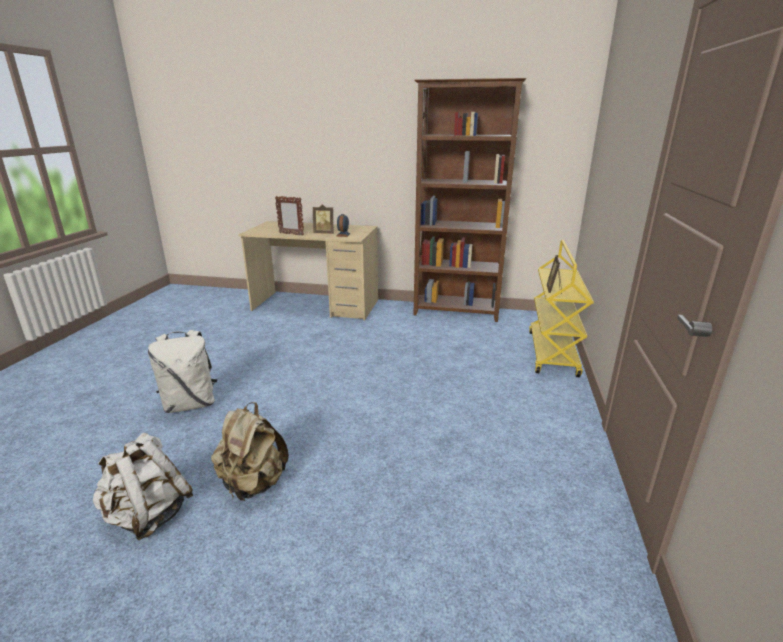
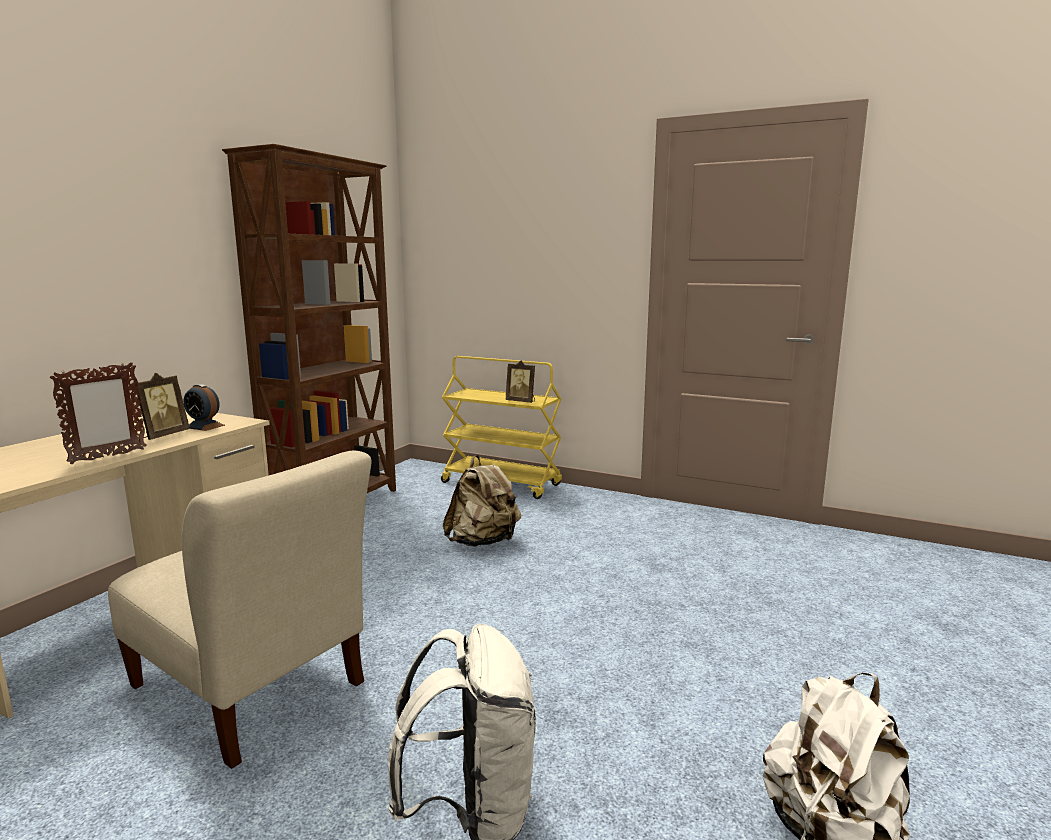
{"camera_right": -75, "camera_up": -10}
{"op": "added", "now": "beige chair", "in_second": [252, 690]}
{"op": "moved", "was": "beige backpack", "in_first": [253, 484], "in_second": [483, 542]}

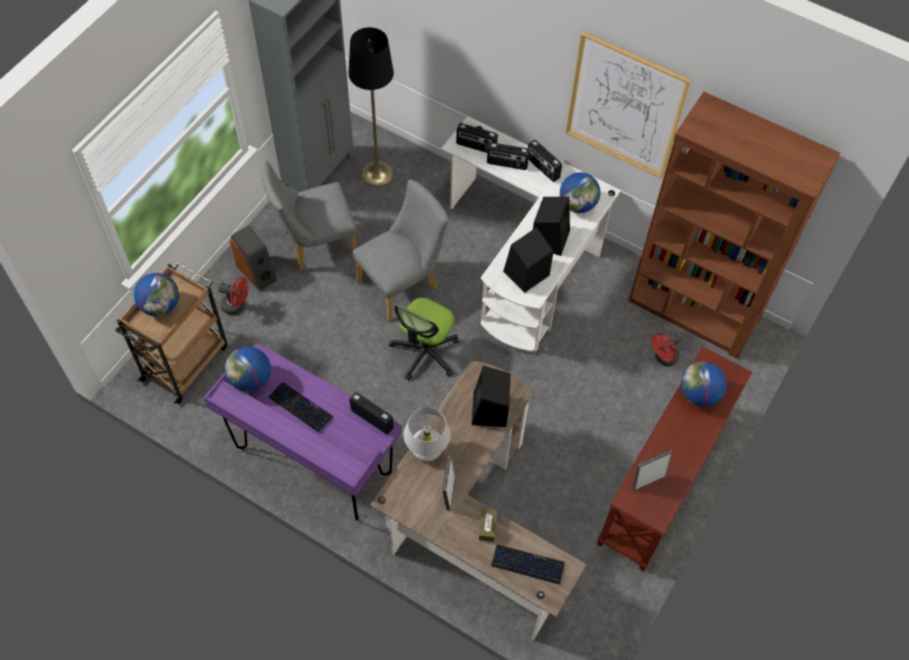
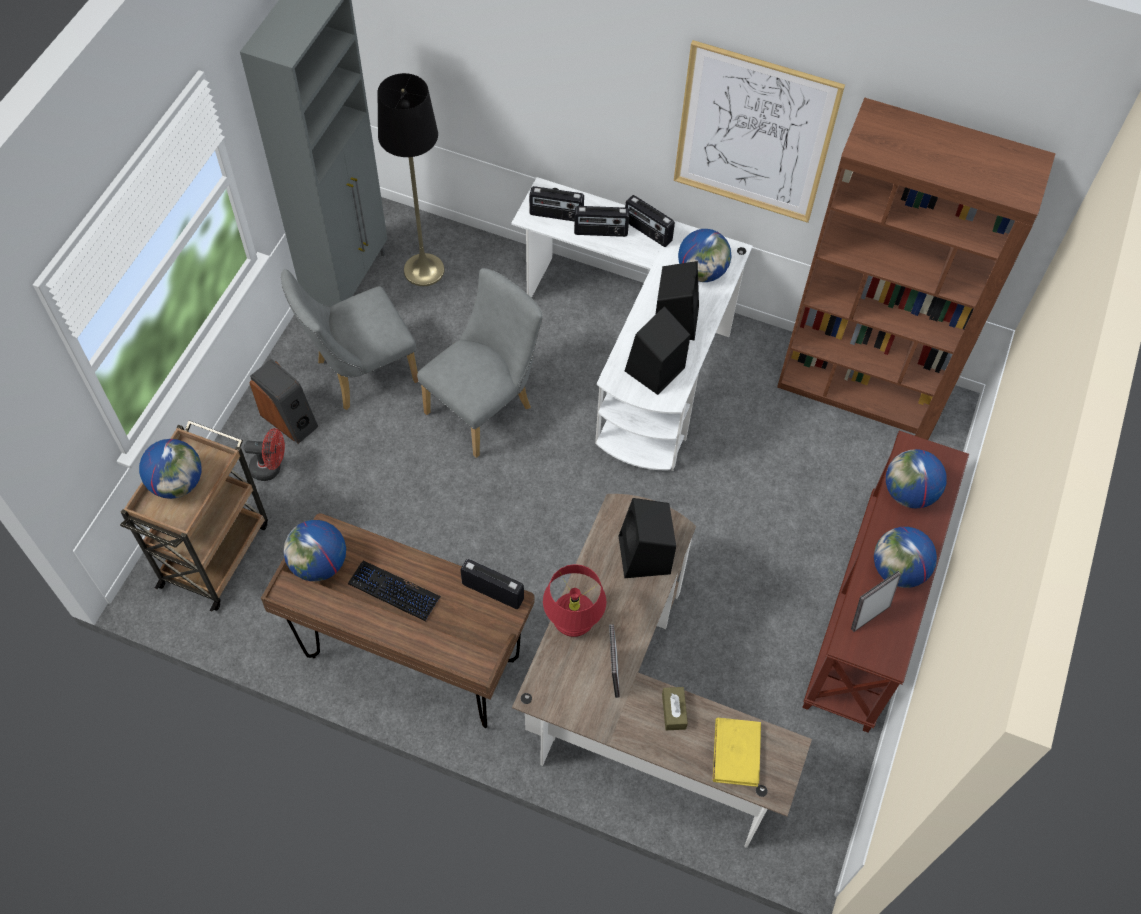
{"camera_right": -10, "camera_up": 0}
{"op": "removed", "was": "office chair", "in_first": [425, 353]}
{"op": "removed", "was": "red fan", "in_first": [663, 358]}
{"op": "added", "now": "globe", "in_second": [898, 570]}
{"op": "replaced", "was": "keyboard", "now": "yellow book", "in_first": [527, 564], "in_second": [736, 752]}
{"op": "recoloured", "was": "purple desk", "now": "brown desk", "in_first": [313, 462], "in_second": [412, 660]}
{"op": "recoloured", "was": "white table lamp", "now": "red table lamp", "in_first": [427, 451], "in_second": [573, 622]}

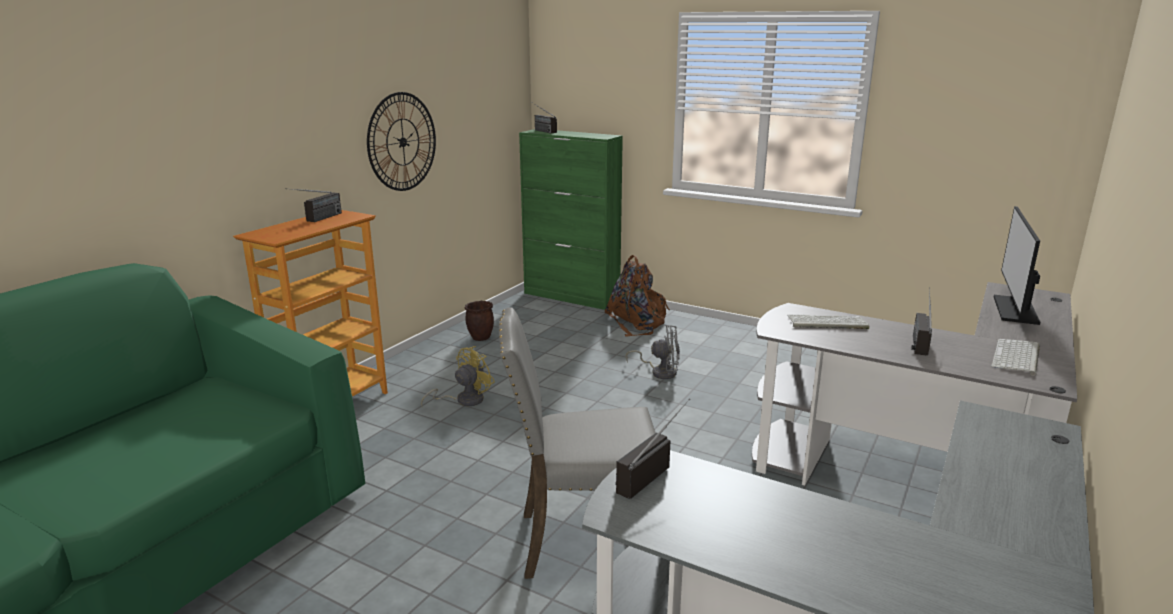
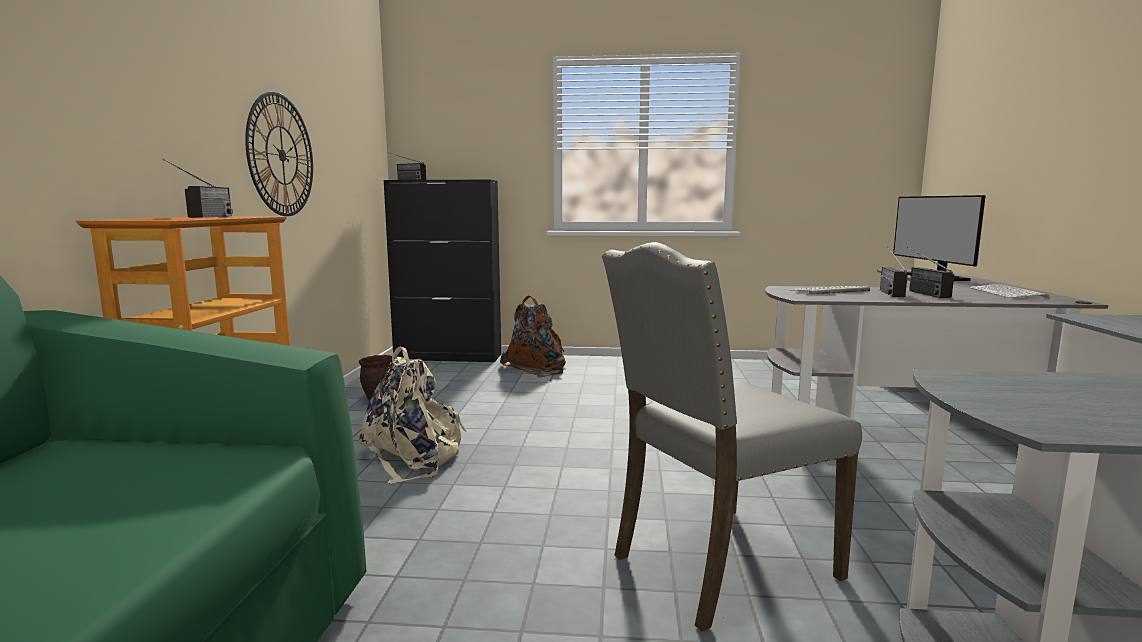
{"camera_right": -25, "camera_up": -10}
{"op": "removed", "was": "grey fan", "in_first": [660, 372]}
{"op": "moved", "was": "radio", "in_first": [652, 471], "in_second": [886, 291]}
{"op": "replaced", "was": "yellow fan", "now": "beige backpack", "in_first": [464, 400], "in_second": [414, 456]}
{"op": "recoloured", "was": "green cabinet", "now": "black cabinet", "in_first": [571, 297], "in_second": [448, 357]}

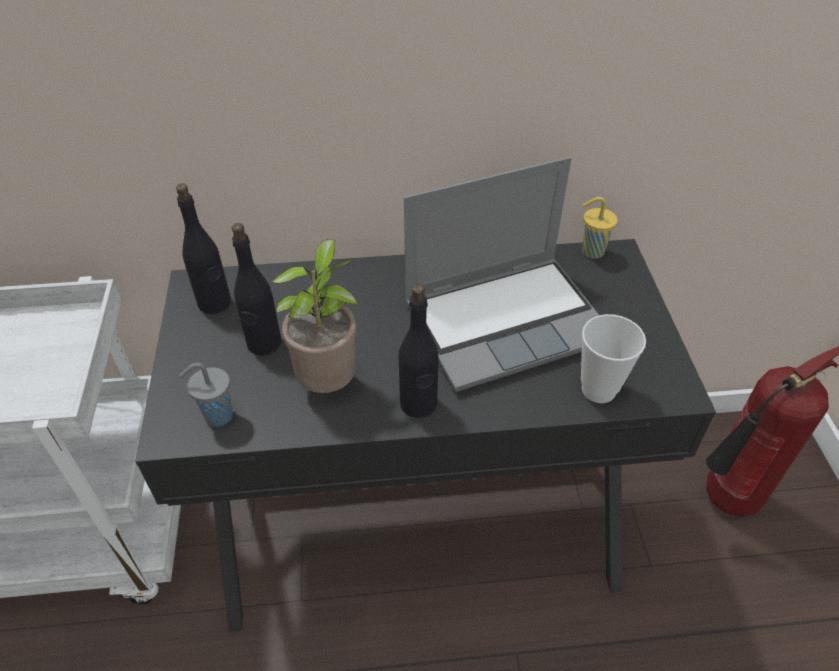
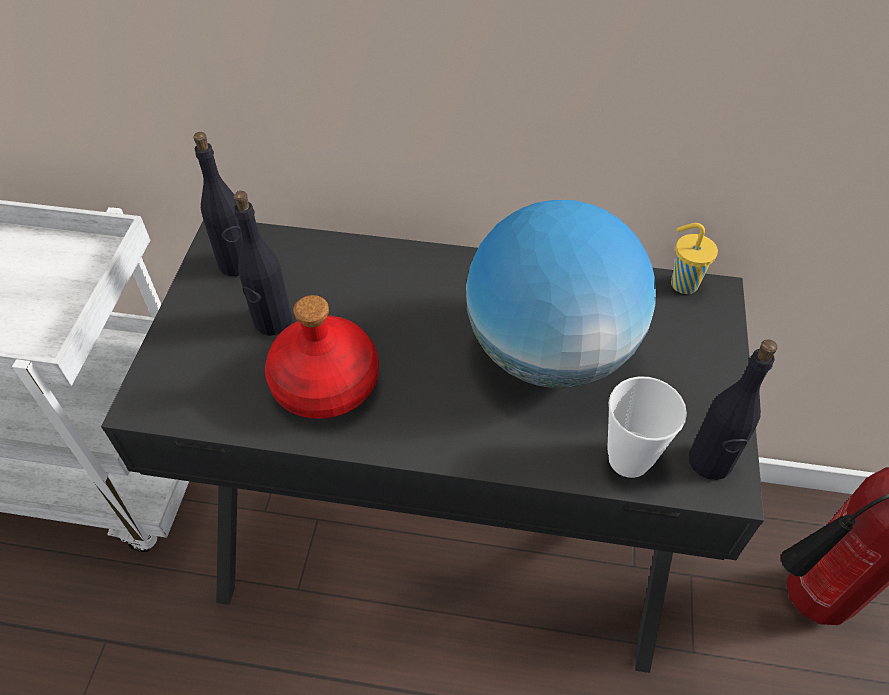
{"camera_right": 15, "camera_up": 5}
{"op": "removed", "was": "grey cup", "in_first": [217, 416]}
{"op": "moved", "was": "black bottle", "in_first": [418, 404], "in_second": [710, 462]}
{"op": "replaced", "was": "potted plant", "now": "red bottle", "in_first": [330, 383], "in_second": [327, 383]}
{"op": "replaced", "was": "laptop", "now": "globe", "in_first": [507, 321], "in_second": [550, 351]}

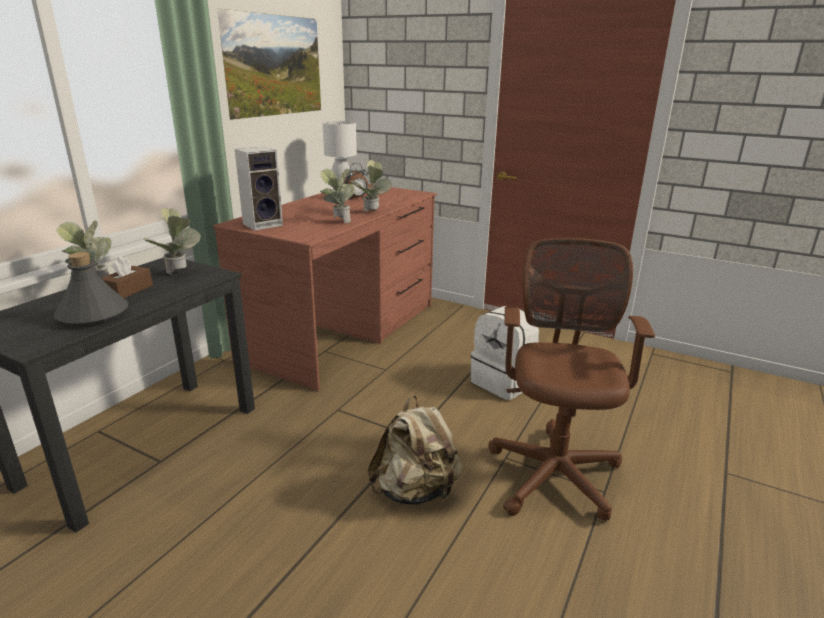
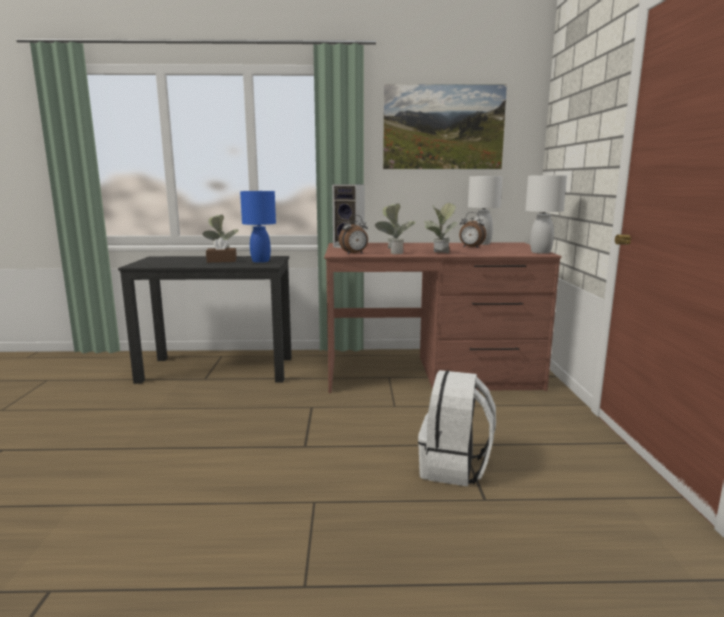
{"camera_right": 60, "camera_up": -10}
{"op": "removed", "was": "grey bottle", "in_first": [93, 316]}
{"op": "removed", "was": "beige backpack", "in_first": [415, 491]}
{"op": "removed", "was": "brown office chair", "in_first": [554, 470]}
{"op": "added", "now": "alarm clock", "in_second": [354, 254]}
{"op": "added", "now": "white table lamp", "in_second": [540, 252]}
{"op": "replaced", "was": "potted plant", "now": "blue table lamp", "in_first": [180, 273], "in_second": [261, 261]}

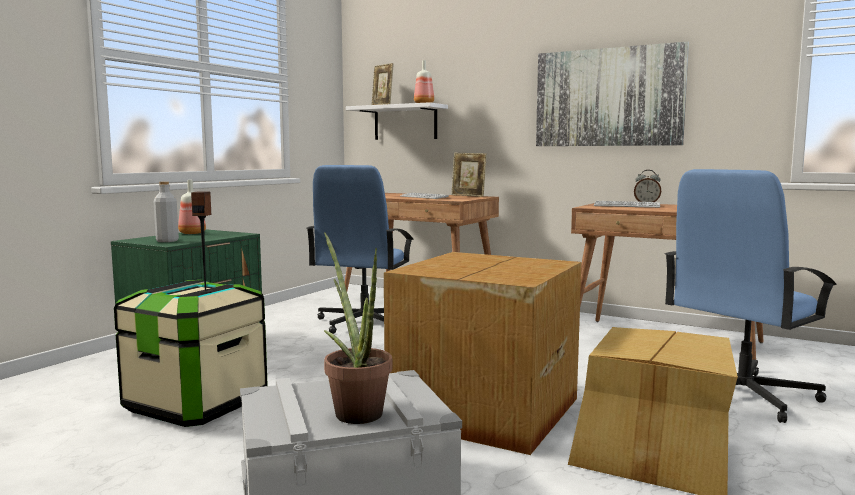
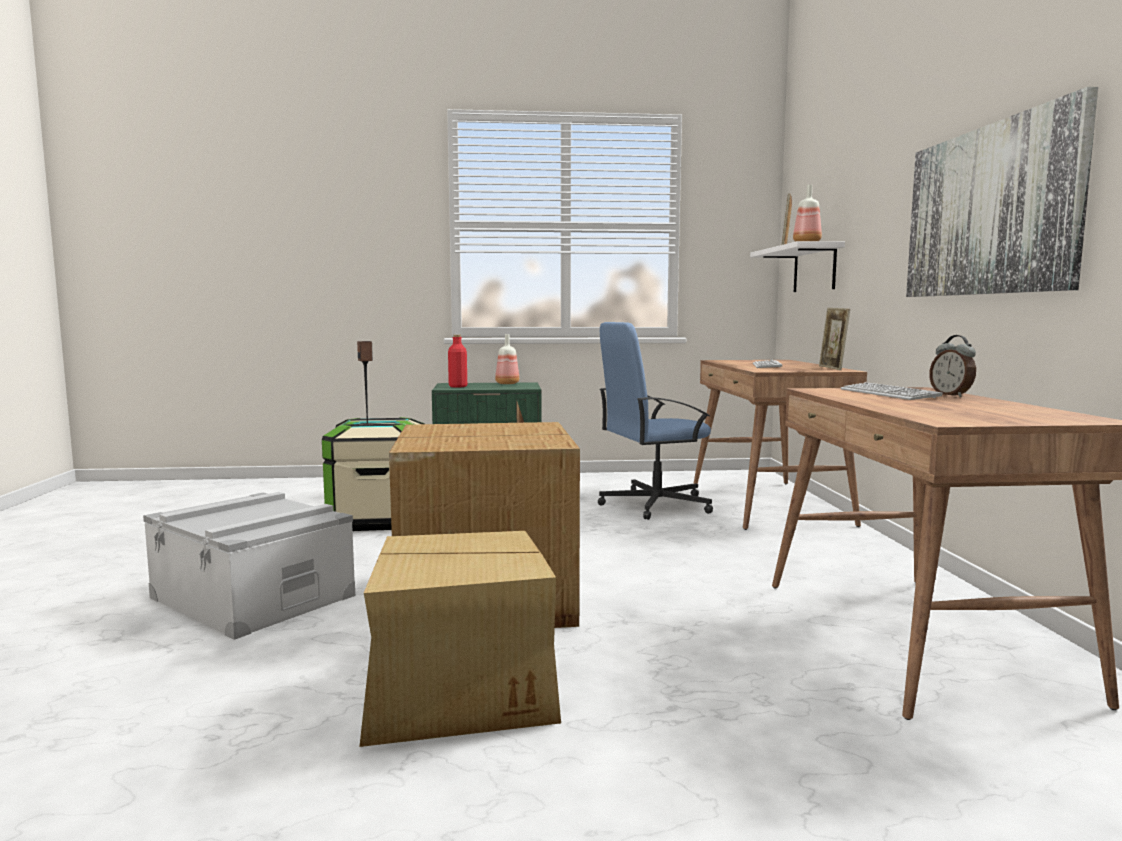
{"camera_right": 55, "camera_up": 0}
{"op": "removed", "was": "potted plant", "in_first": [354, 410]}
{"op": "removed", "was": "blue office chair", "in_first": [740, 394]}
{"op": "recoloured", "was": "grey bottle", "now": "red bottle", "in_first": [167, 241], "in_second": [458, 386]}

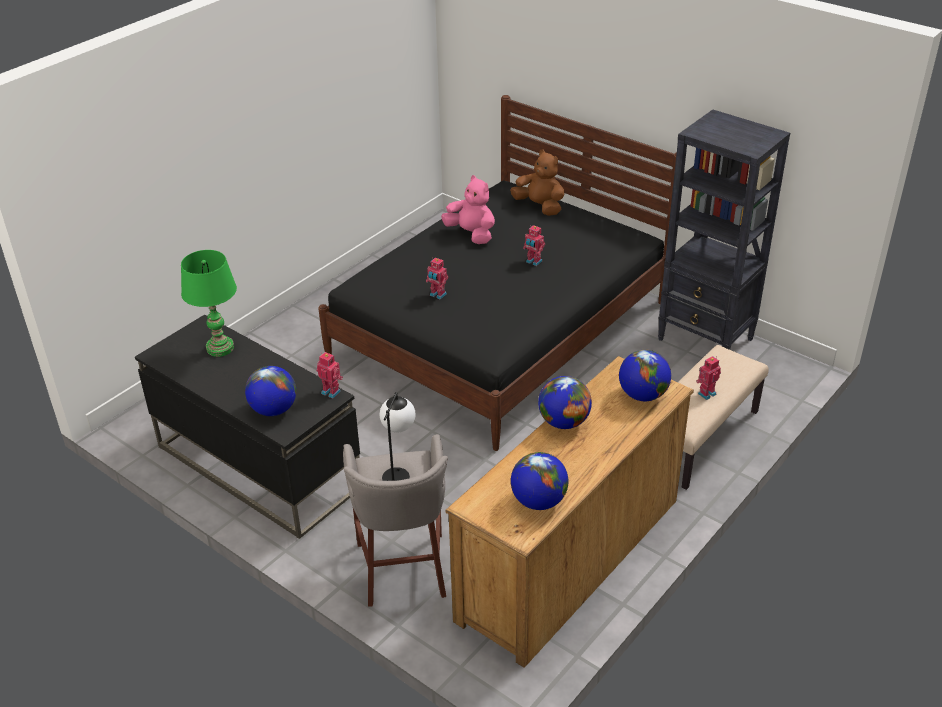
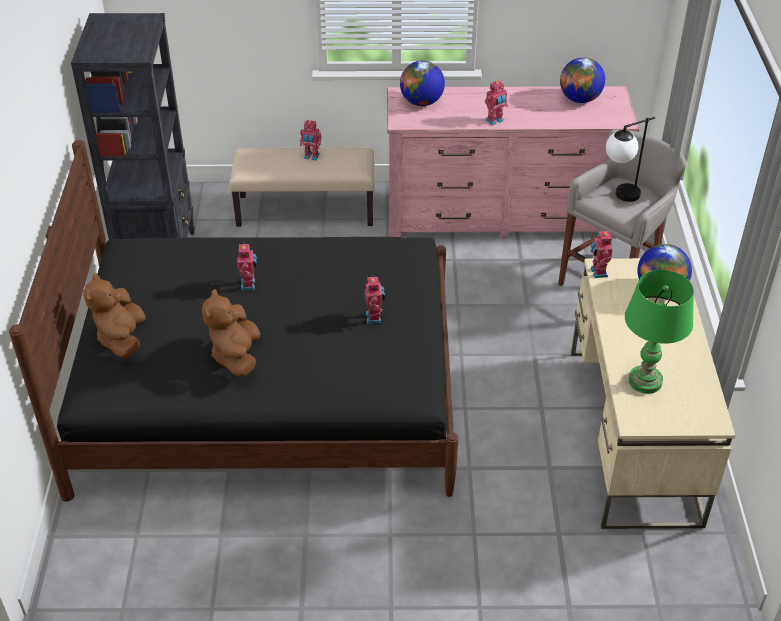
{"camera_right": -130, "camera_up": 5}
{"op": "replaced", "was": "globe", "now": "toy robot", "in_first": [564, 422], "in_second": [495, 121]}
{"op": "recoloured", "was": "black desk", "now": "beige desk", "in_first": [257, 467], "in_second": [633, 435]}
{"op": "recoloured", "was": "pink plush toy", "now": "brown plush toy", "in_first": [471, 234], "in_second": [236, 356]}
{"op": "recoloured", "was": "brown dresser", "now": "pink dresser", "in_first": [570, 558], "in_second": [501, 216]}

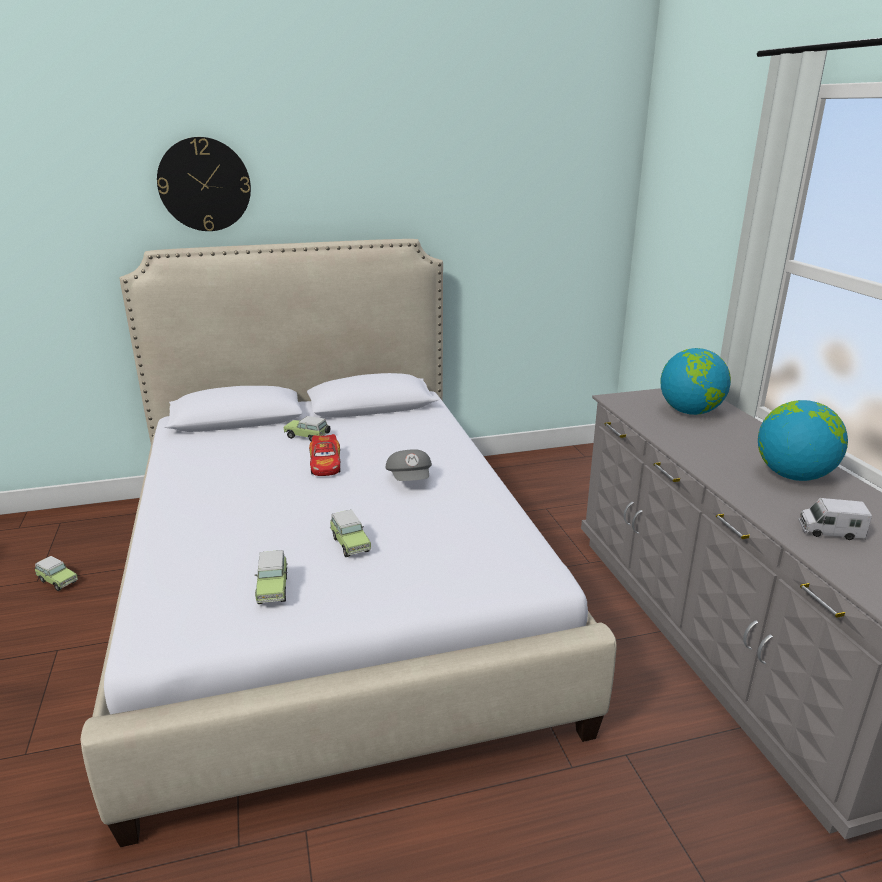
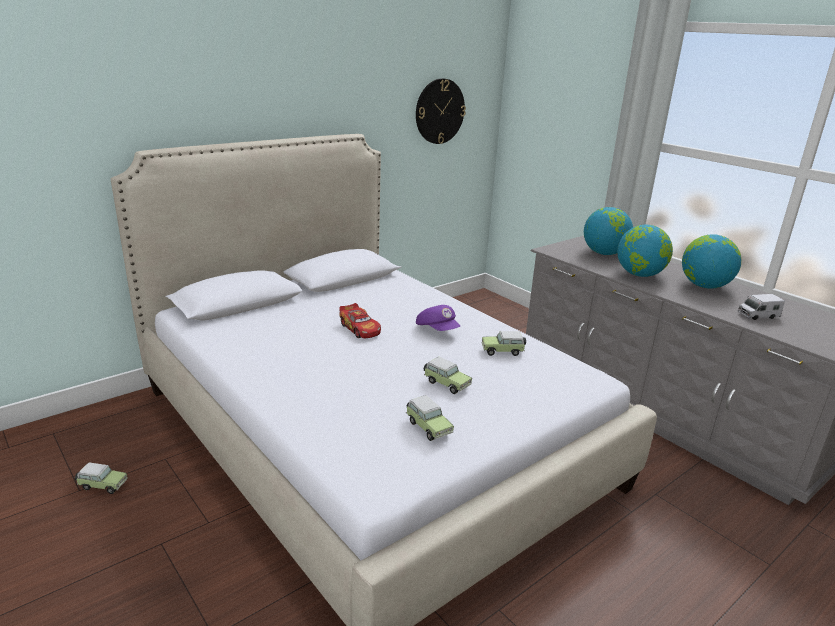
{"camera_right": -25, "camera_up": 0}
{"op": "added", "now": "globe", "in_second": [639, 275]}
{"op": "moved", "was": "wall clock", "in_first": [204, 184], "in_second": [439, 111]}
{"op": "moved", "was": "toy car", "in_first": [308, 437], "in_second": [503, 351]}
{"op": "recoloured", "was": "grey cap", "now": "purple cap", "in_first": [410, 479], "in_second": [438, 330]}

